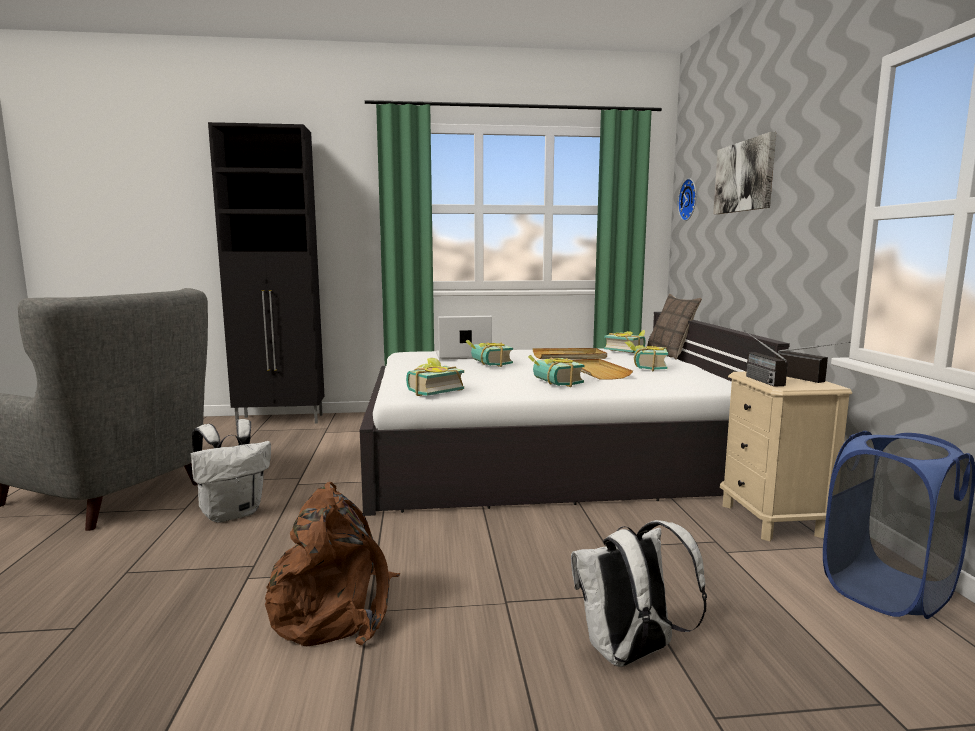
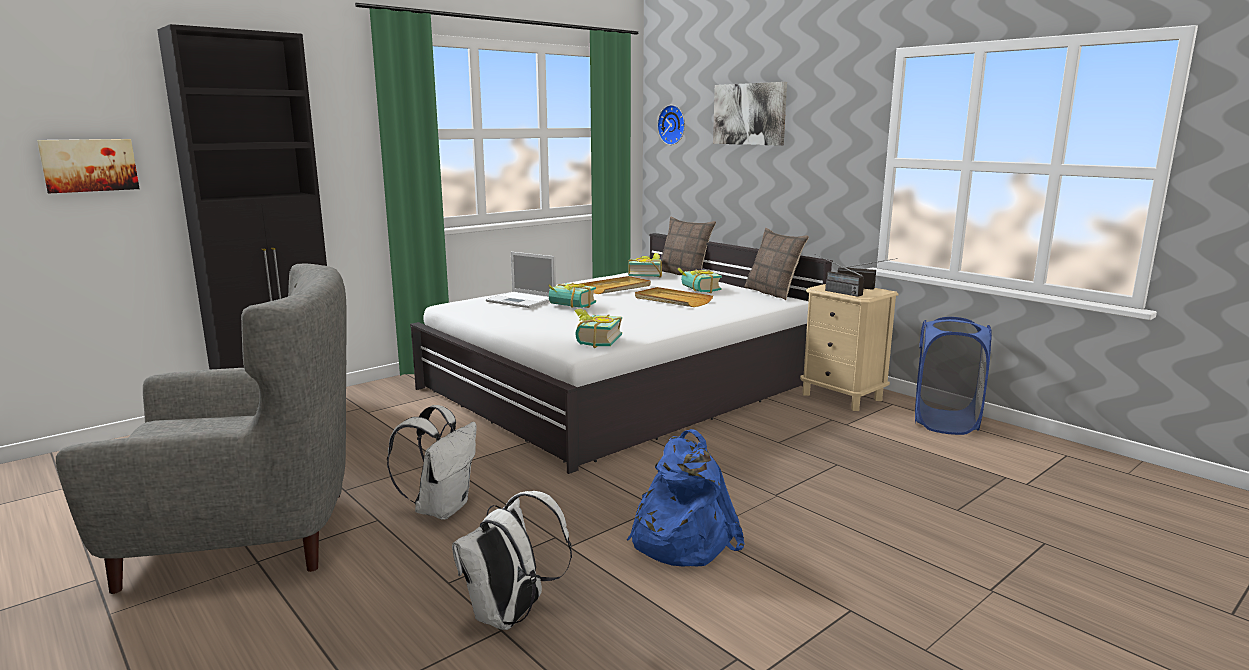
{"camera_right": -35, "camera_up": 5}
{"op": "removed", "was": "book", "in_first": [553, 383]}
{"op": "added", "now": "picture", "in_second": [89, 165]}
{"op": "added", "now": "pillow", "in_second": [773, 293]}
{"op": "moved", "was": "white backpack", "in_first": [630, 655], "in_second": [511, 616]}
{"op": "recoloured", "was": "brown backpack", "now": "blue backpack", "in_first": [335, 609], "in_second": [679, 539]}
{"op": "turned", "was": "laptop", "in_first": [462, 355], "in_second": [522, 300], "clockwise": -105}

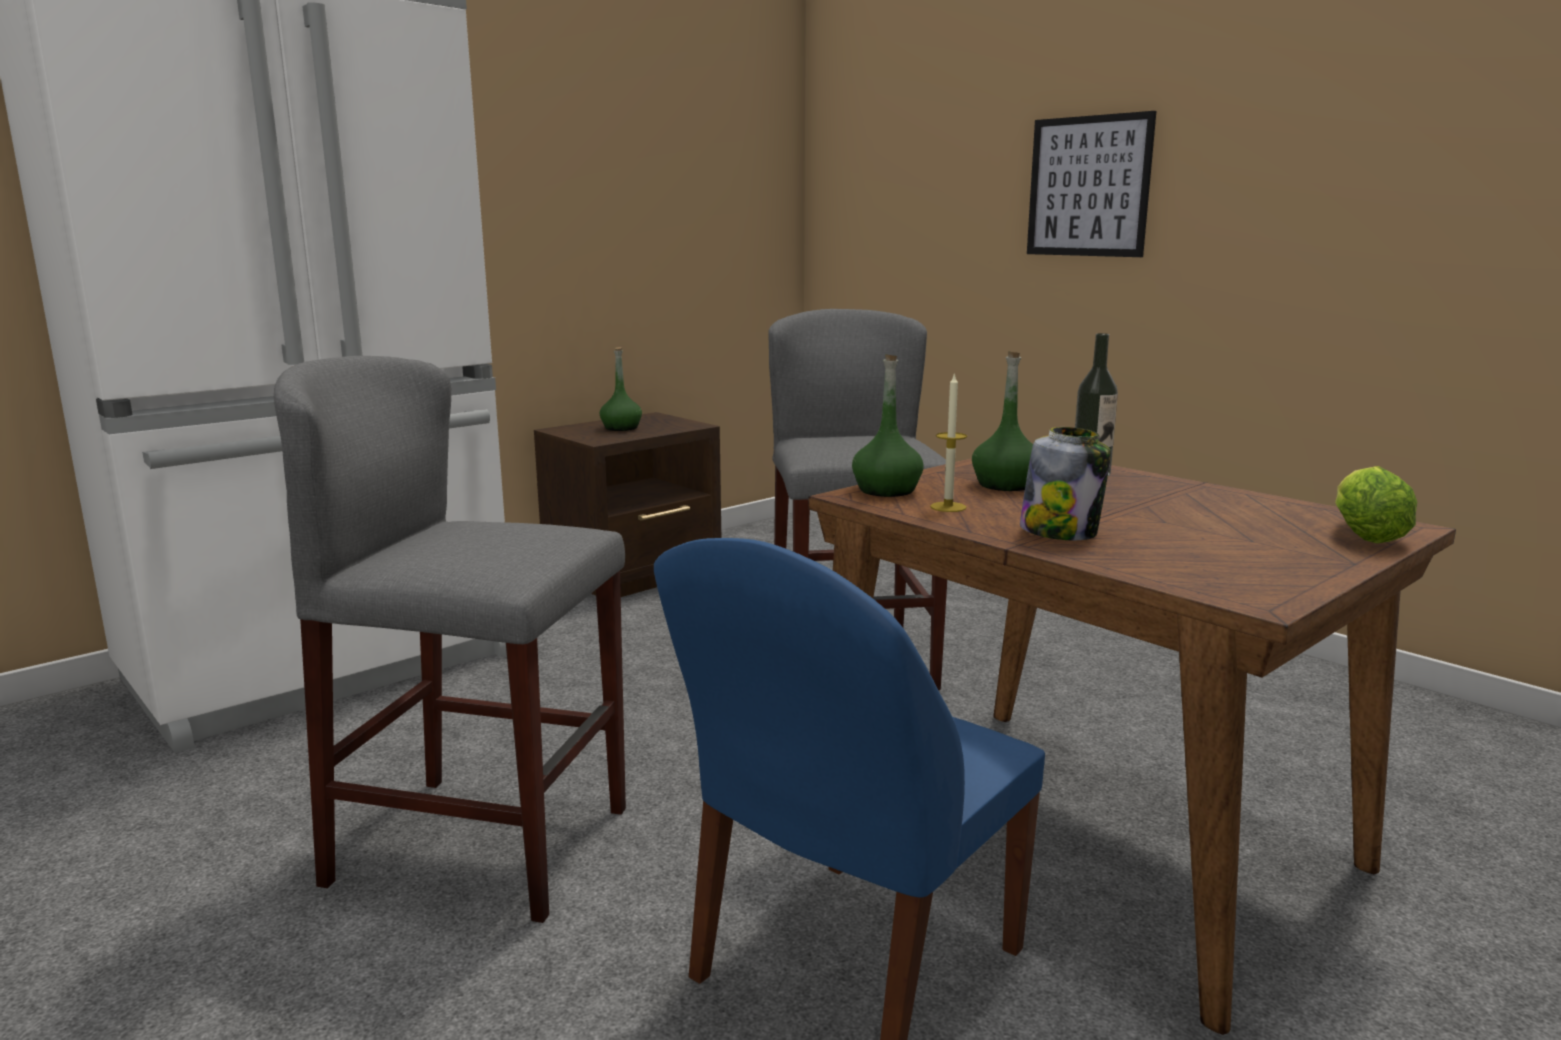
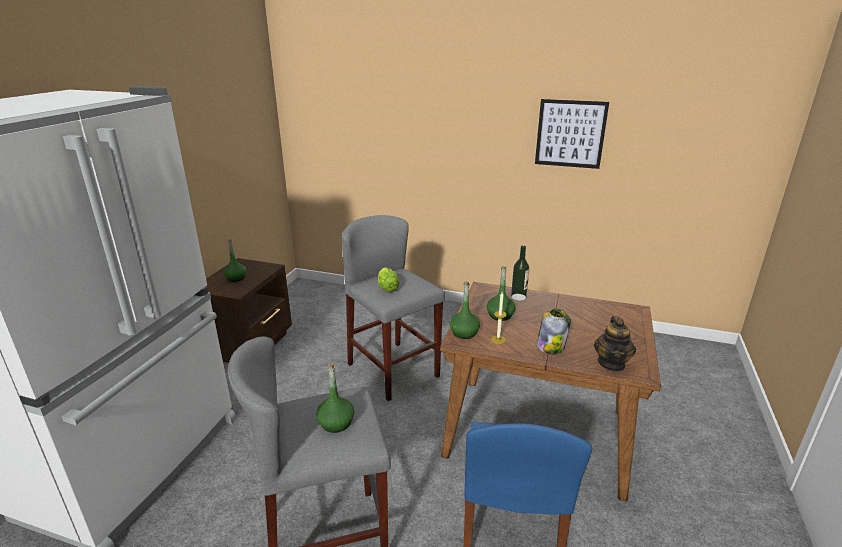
{"camera_right": -30, "camera_up": 10}
{"op": "added", "now": "green bottle", "in_second": [336, 423]}
{"op": "added", "now": "teapot", "in_second": [611, 363]}
{"op": "moved", "was": "picture", "in_first": [1088, 186], "in_second": [570, 134]}
{"op": "moved", "was": "lettuce", "in_first": [1363, 534], "in_second": [387, 287]}

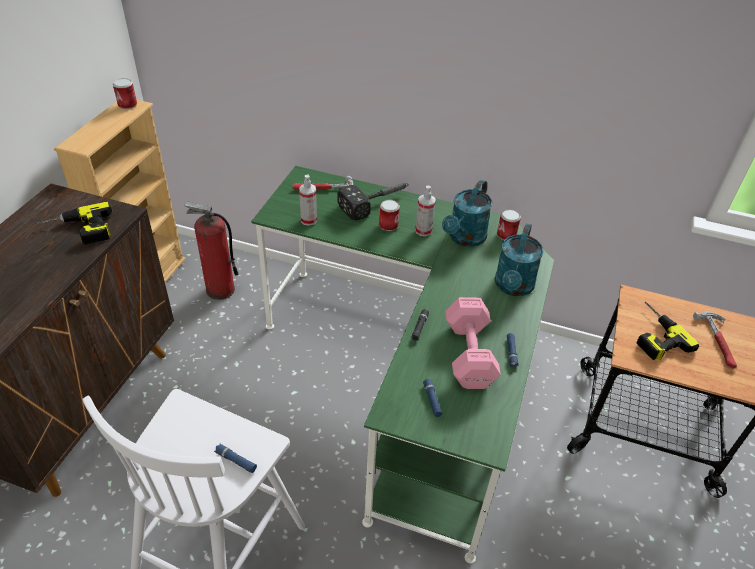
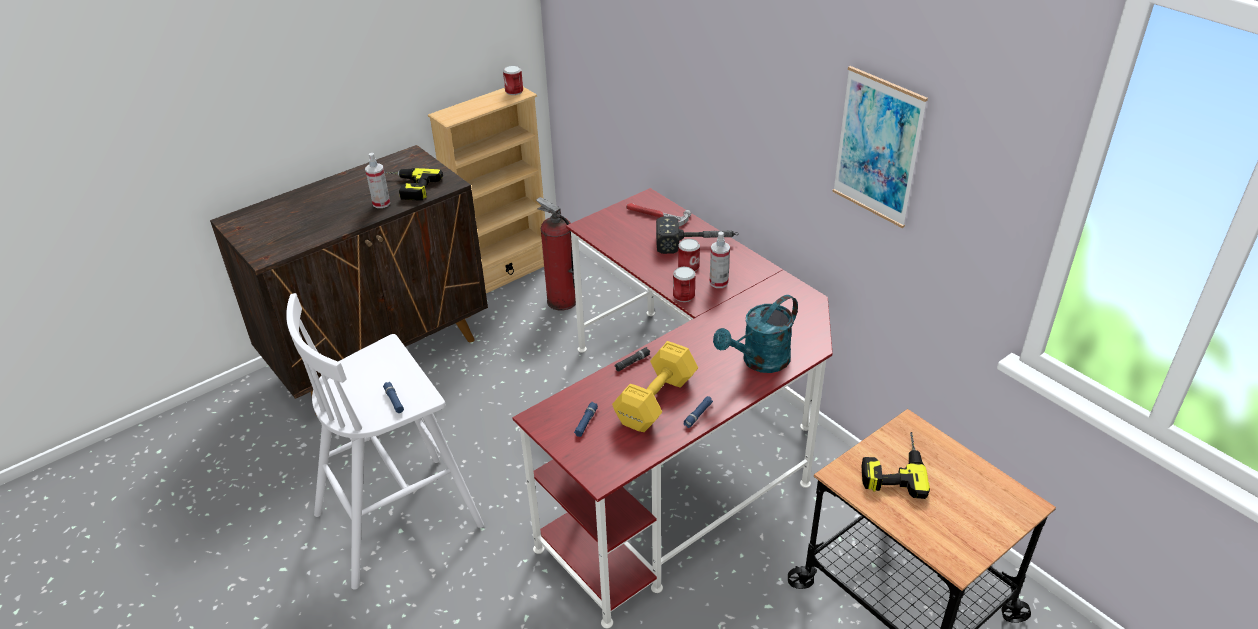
{"camera_right": 35, "camera_up": -5}
{"op": "removed", "was": "turquoise watering can", "in_first": [464, 239]}
{"op": "removed", "was": "hammer", "in_first": [718, 341]}
{"op": "added", "now": "picture", "in_second": [877, 147]}
{"op": "moved", "was": "spray bottle", "in_first": [308, 220], "in_second": [381, 203]}
{"op": "moved", "was": "can", "in_first": [506, 235], "in_second": [683, 296]}
{"op": "recoloured", "was": "green desk", "now": "red desk", "in_first": [410, 377], "in_second": [681, 446]}
{"op": "recoloured", "was": "pink dumbbell", "now": "yellow dumbbell", "in_first": [469, 352], "in_second": [658, 399]}

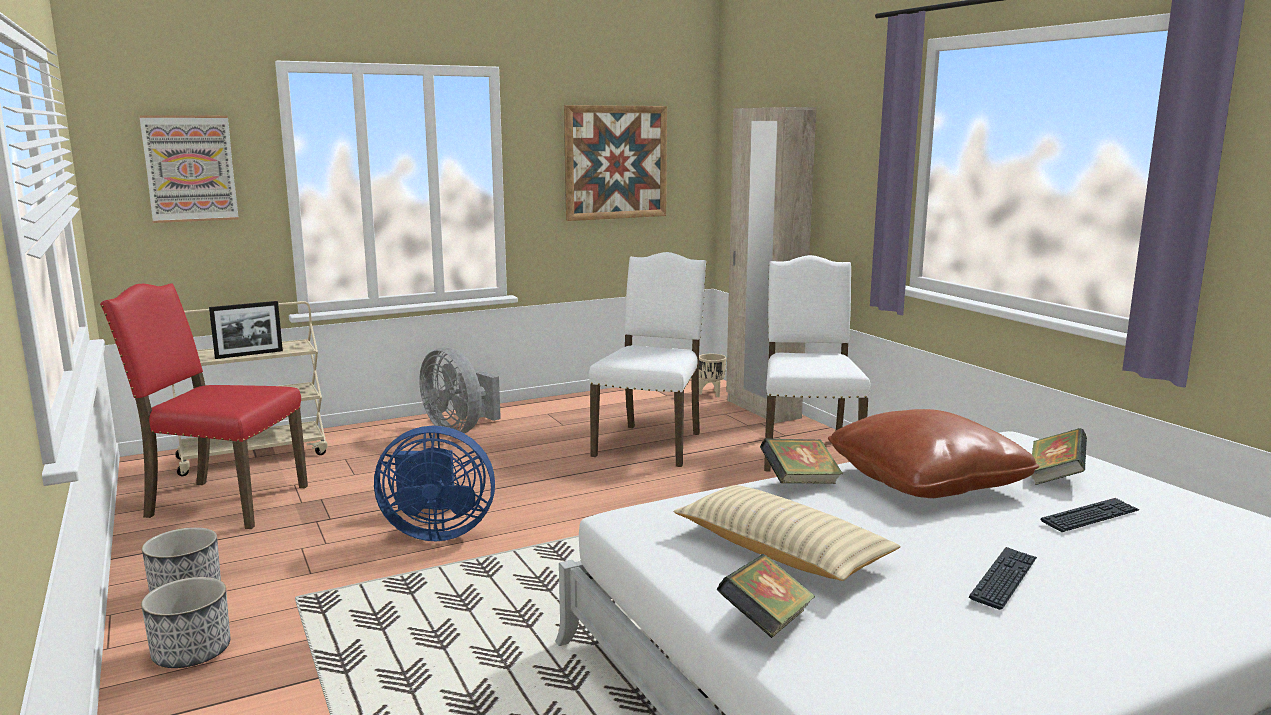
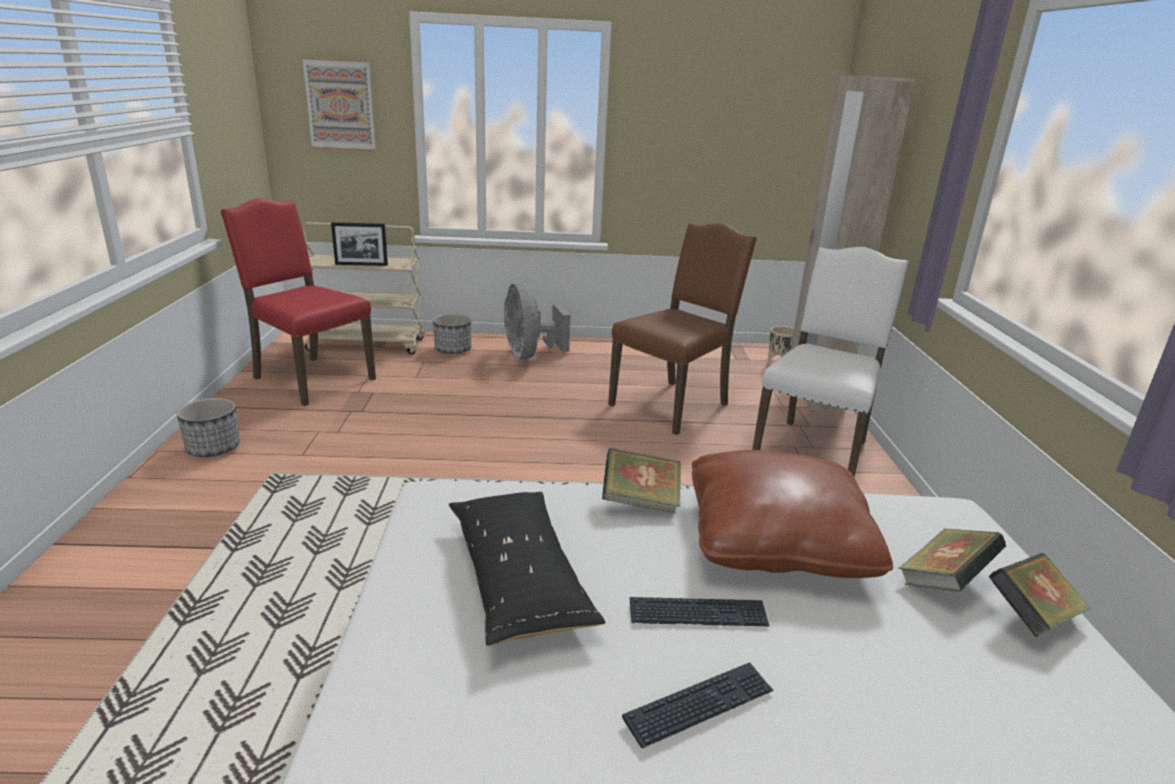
{"camera_right": 25, "camera_up": 10}
{"op": "removed", "was": "blue fan", "in_first": [436, 532]}
{"op": "removed", "was": "picture", "in_first": [616, 162]}
{"op": "moved", "was": "planter", "in_first": [192, 653], "in_second": [453, 350]}
{"op": "moved", "was": "book", "in_first": [766, 623], "in_second": [1030, 617]}
{"op": "moved", "was": "keyboard", "in_first": [1090, 517], "in_second": [698, 614]}
{"op": "recoloured", "was": "white chair", "now": "brown chair", "in_first": [651, 444], "in_second": [673, 404]}
{"op": "recoloured", "was": "beige pillow", "now": "black pillow", "in_first": [781, 551], "in_second": [518, 579]}

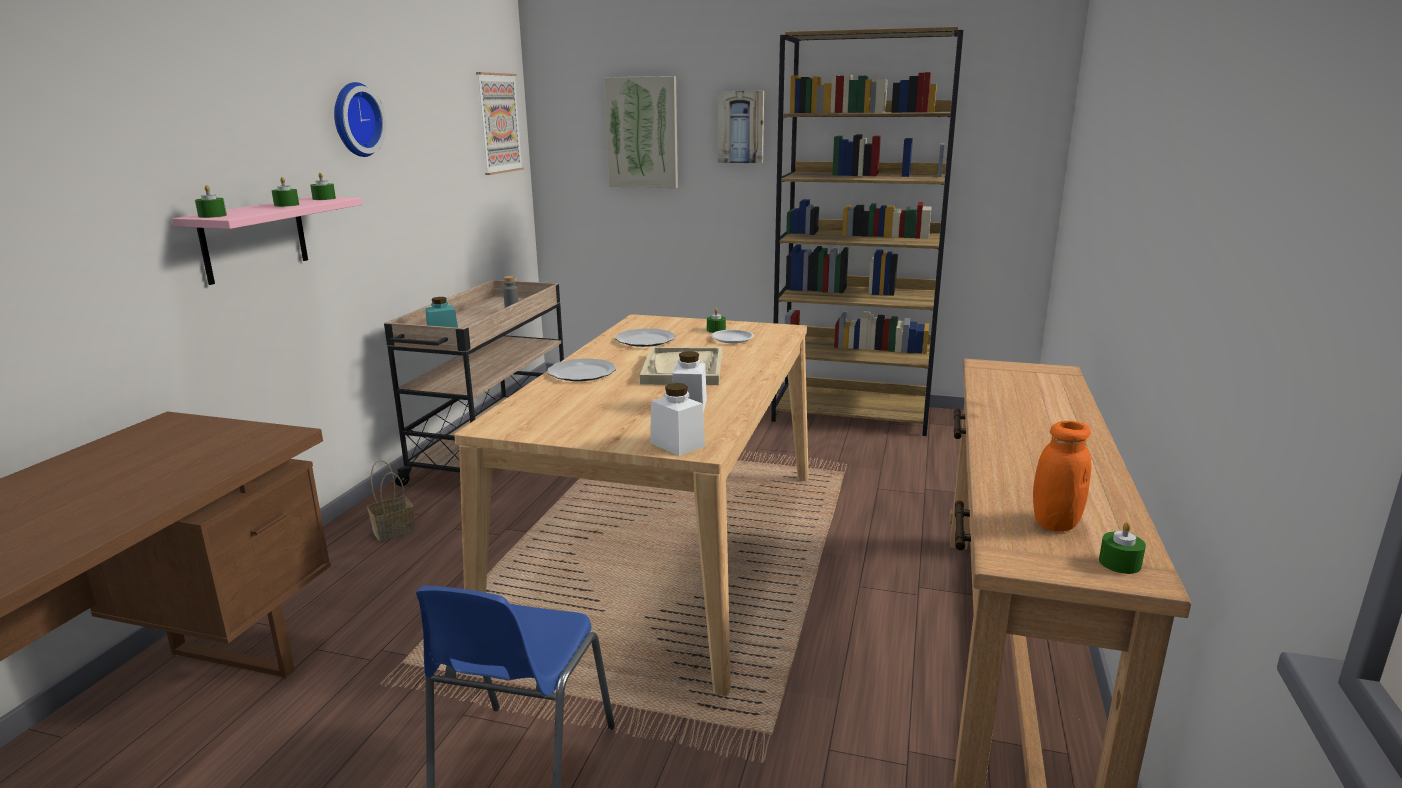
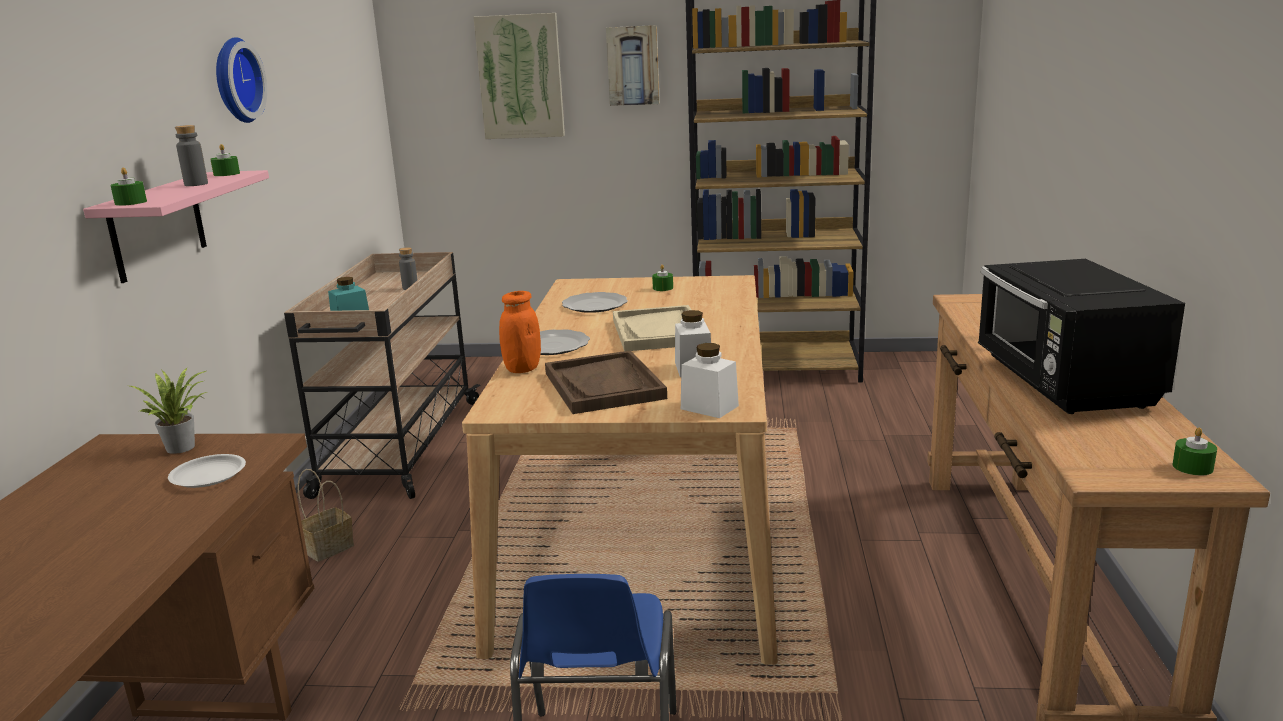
{"camera_right": -10, "camera_up": 0}
{"op": "removed", "was": "picture", "in_first": [499, 123]}
{"op": "added", "now": "potted plant", "in_second": [183, 446]}
{"op": "added", "now": "brown tray", "in_second": [604, 385]}
{"op": "added", "now": "black microwave", "in_second": [1064, 383]}
{"op": "moved", "was": "white plate", "in_first": [732, 339], "in_second": [208, 476]}
{"op": "moved", "was": "orange jar", "in_first": [1055, 523], "in_second": [522, 369]}
{"op": "replaced", "was": "green candle", "now": "grey bottle", "in_first": [286, 205], "in_second": [196, 184]}

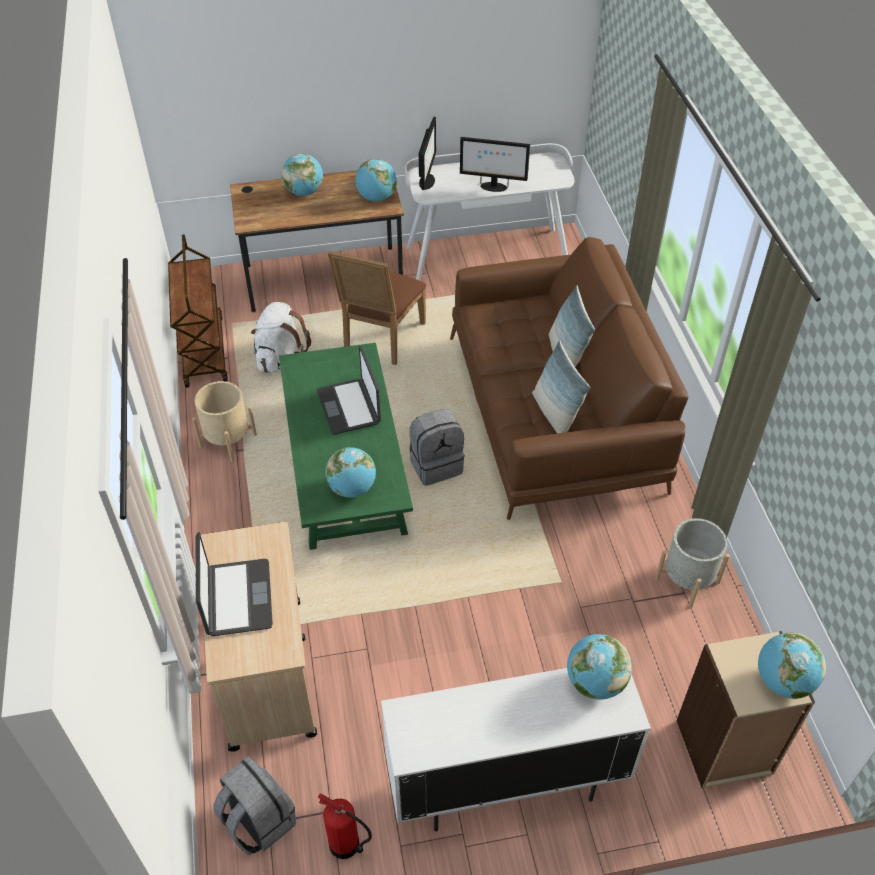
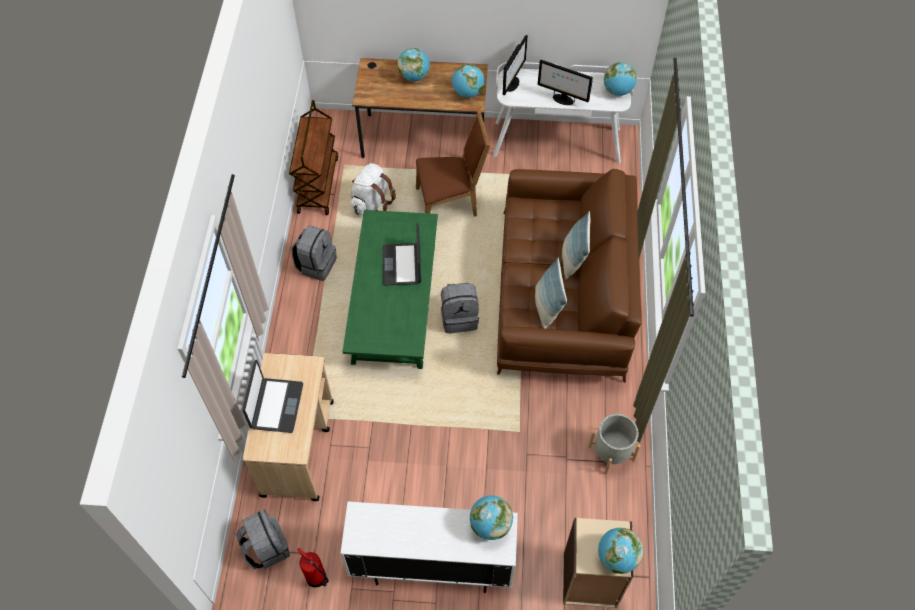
{"camera_right": 15, "camera_up": 10}
{"op": "moved", "was": "globe", "in_first": [352, 488], "in_second": [617, 91]}
{"op": "replaced", "was": "beige planter", "now": "grey backpack", "in_first": [228, 441], "in_second": [316, 264]}
{"op": "turned", "was": "brown chair", "in_first": [380, 340], "in_second": [450, 203], "clockwise": -135}

